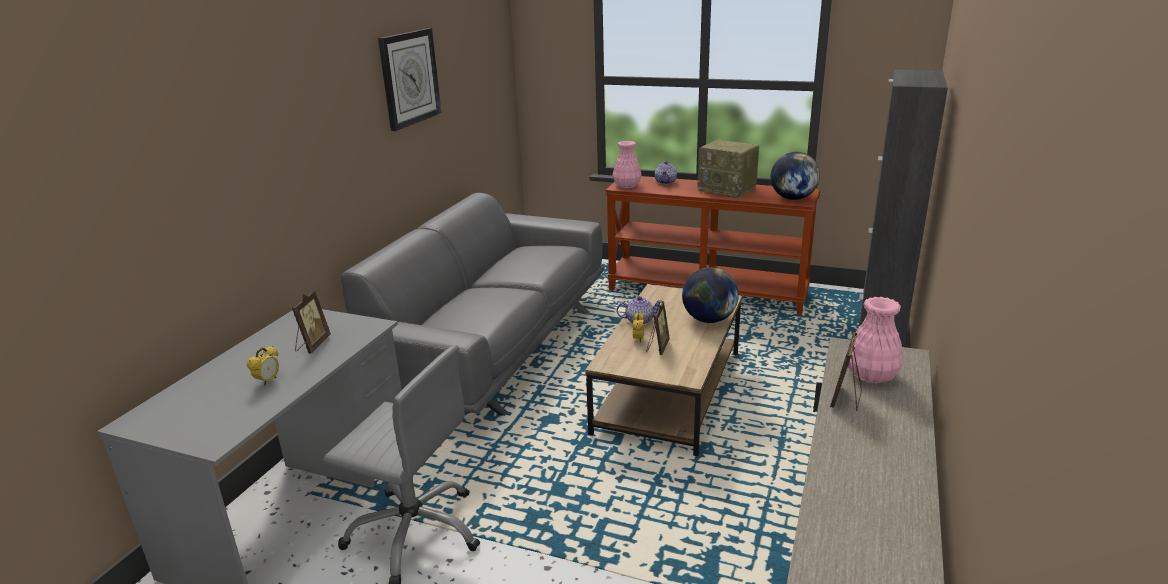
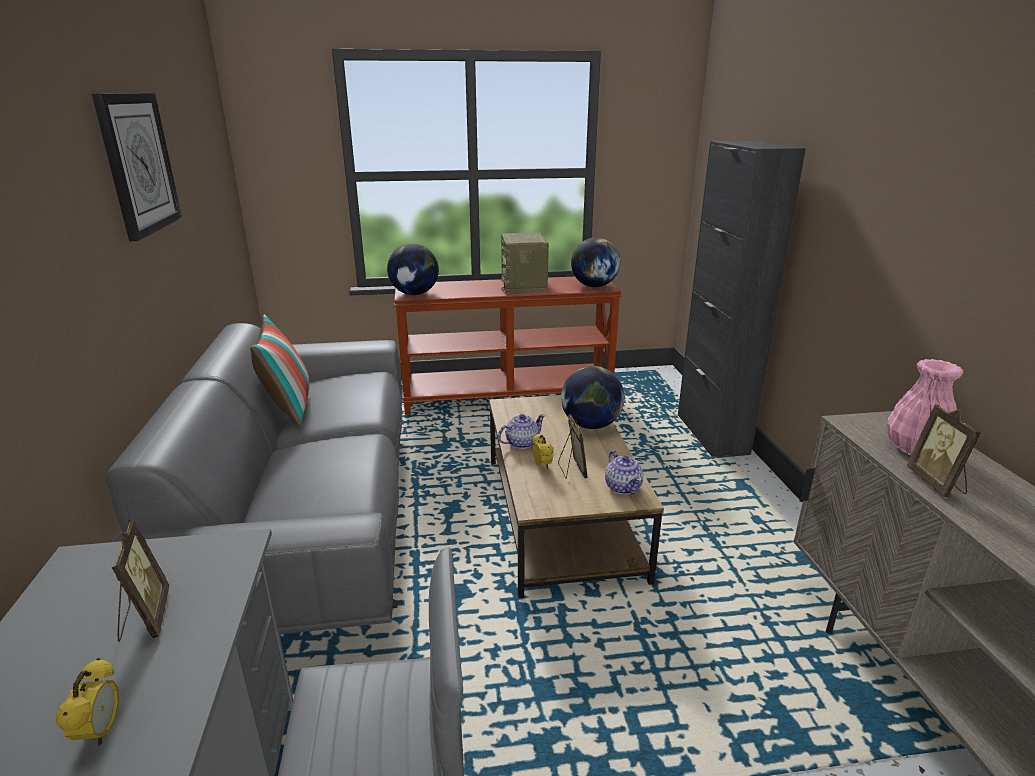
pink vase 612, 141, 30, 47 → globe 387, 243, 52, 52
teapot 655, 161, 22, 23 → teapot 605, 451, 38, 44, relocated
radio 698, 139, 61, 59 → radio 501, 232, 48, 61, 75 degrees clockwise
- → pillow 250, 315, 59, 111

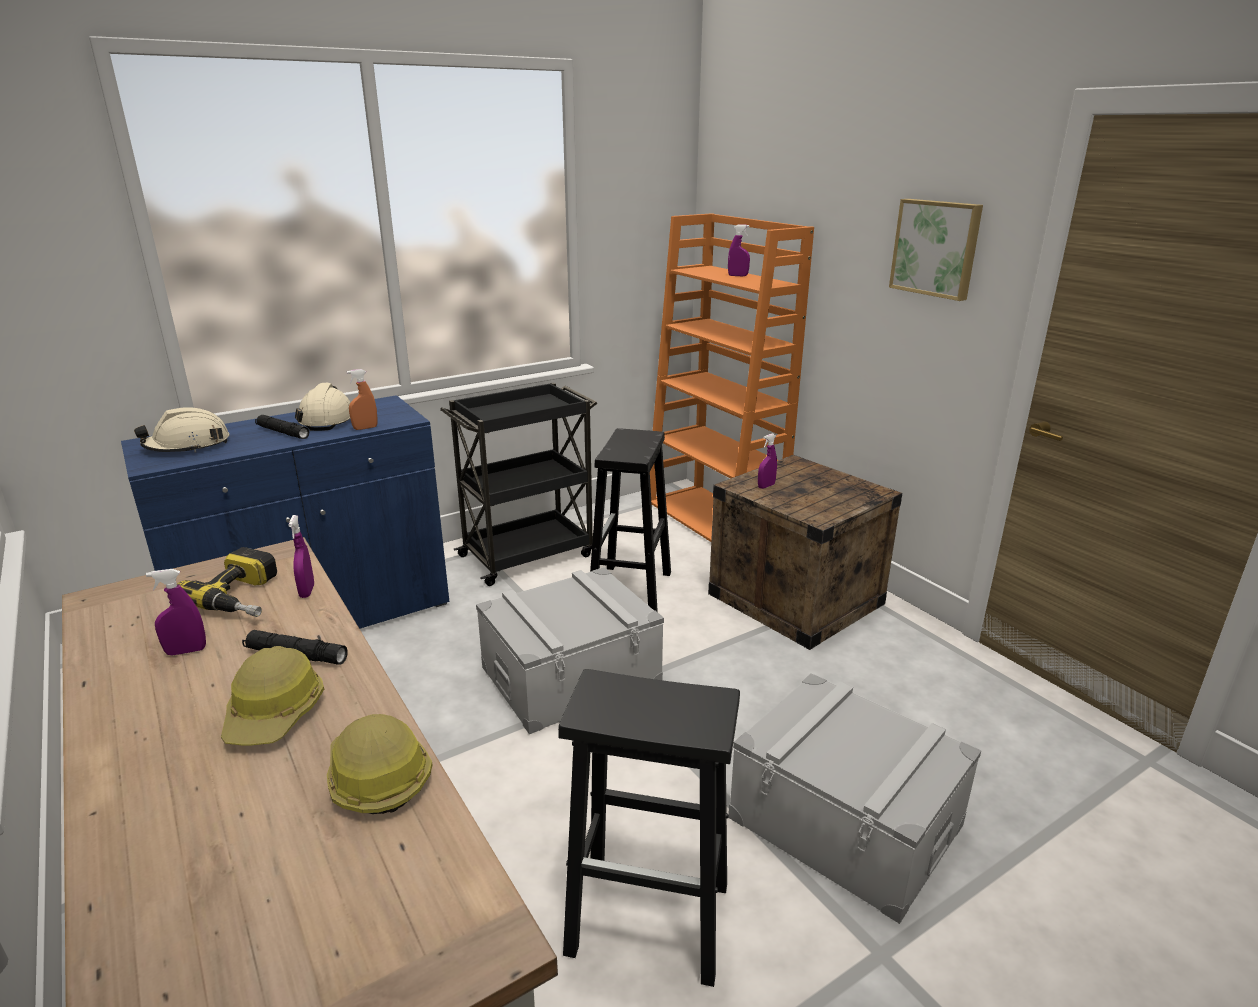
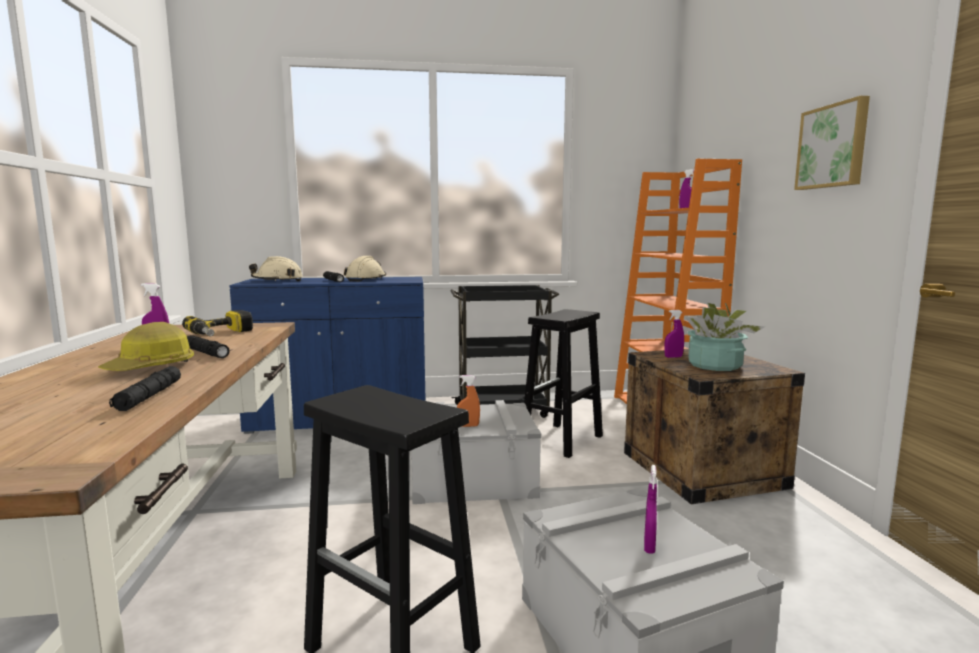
purple spray bottle 288, 515, 26, 83 → purple spray bottle 644, 465, 13, 89, relocated
hard hat 327, 714, 106, 100 → black flashlight 109, 366, 72, 45
orange spray bottle 347, 369, 31, 61 → orange spray bottle 457, 375, 23, 52, relocated
- → potted plant 685, 302, 80, 69

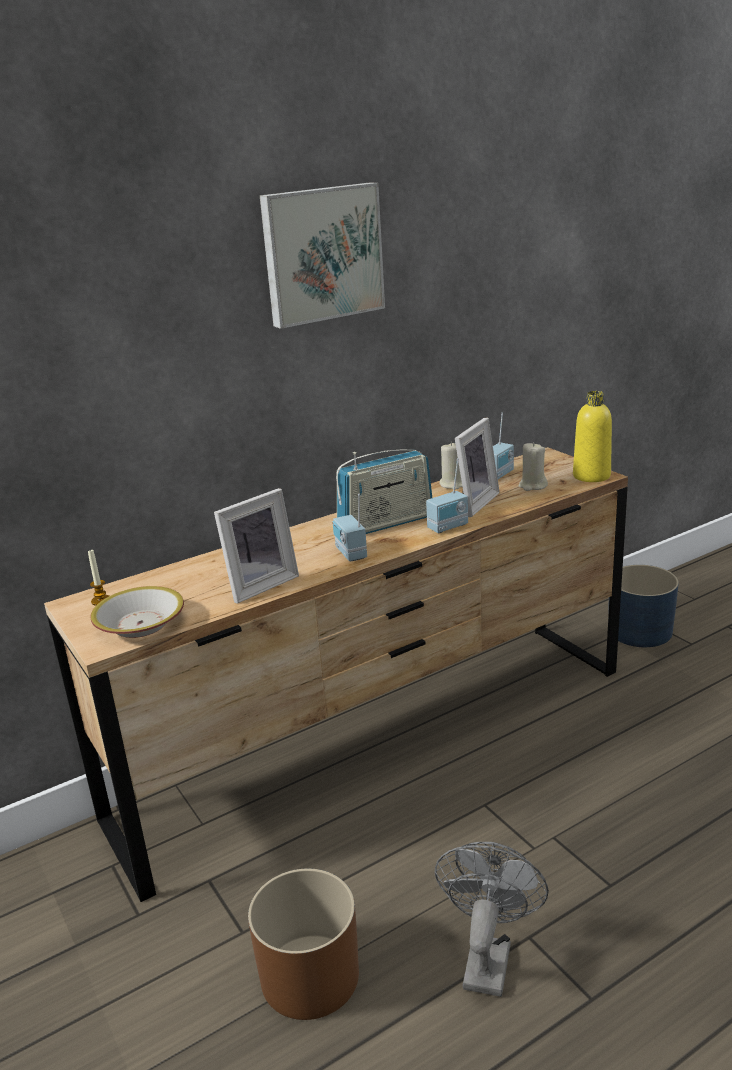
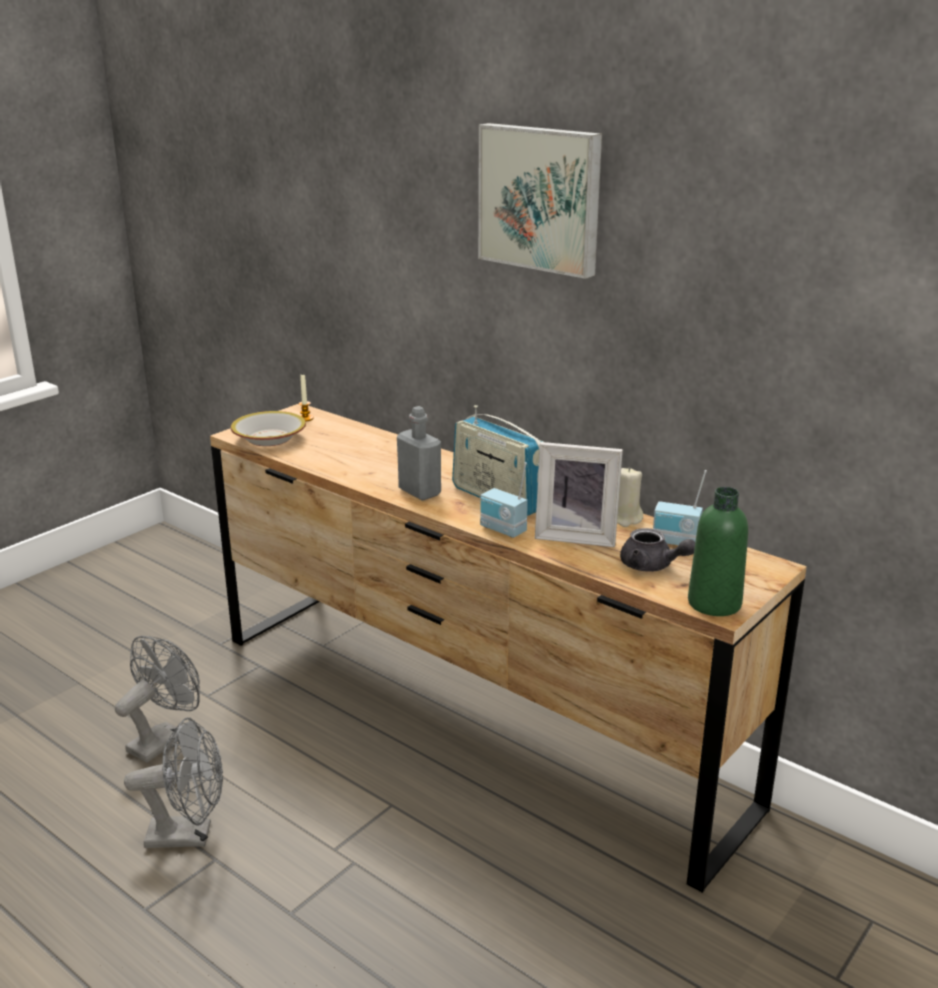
picture frame 214, 488, 85, 116 → -
brown planter 248, 868, 111, 152 → grey fan 115, 636, 85, 126
radio 333, 494, 34, 67 → grey bottle 397, 406, 44, 94
beige candle 519, 442, 29, 49 → grey teapot 620, 528, 75, 44
yellow bottle 573, 391, 39, 91 → green bottle 688, 487, 60, 129
blue planter 608, 565, 71, 82 → -

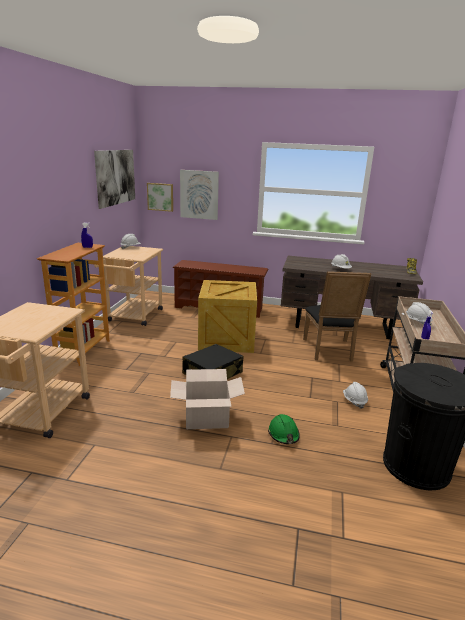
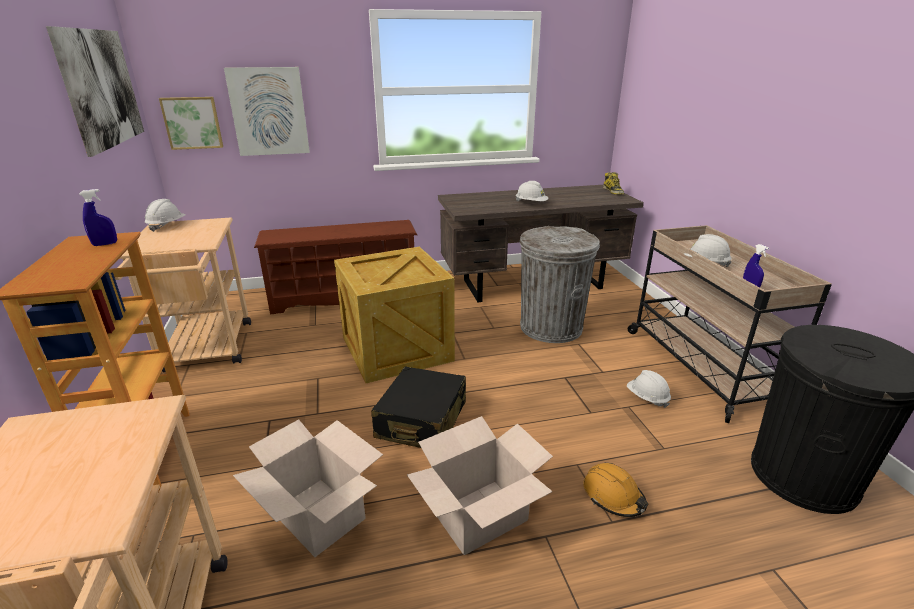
green hard hat 268, 414, 32, 30 → orange hard hat 583, 462, 65, 55
black chair 303, 271, 68, 91 → grey trash can 520, 226, 80, 117
- → cardboard box 233, 419, 150, 138

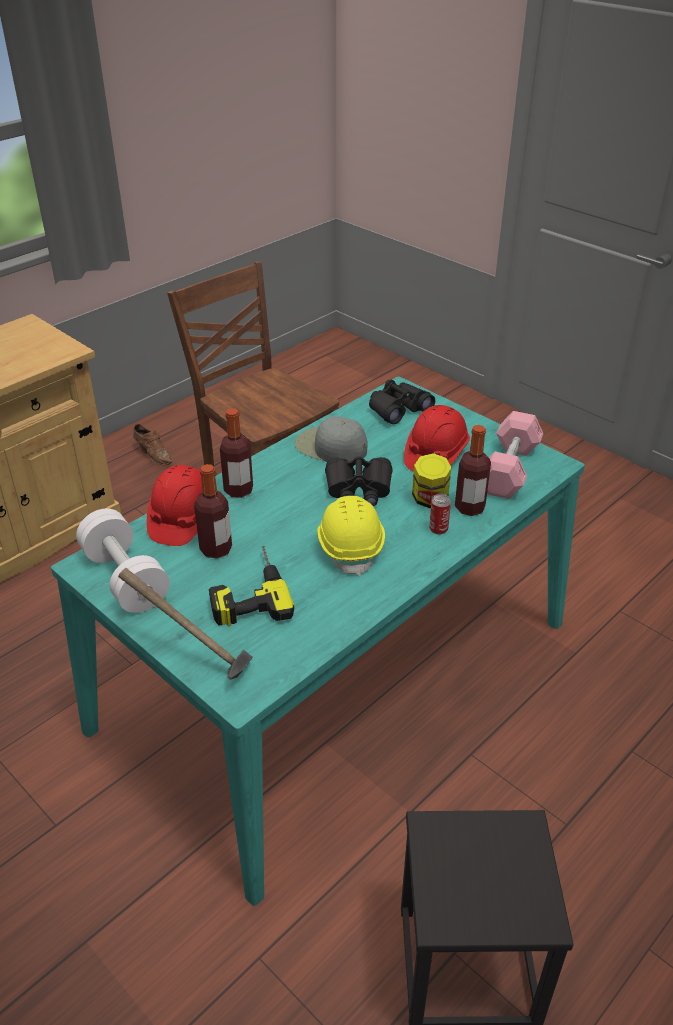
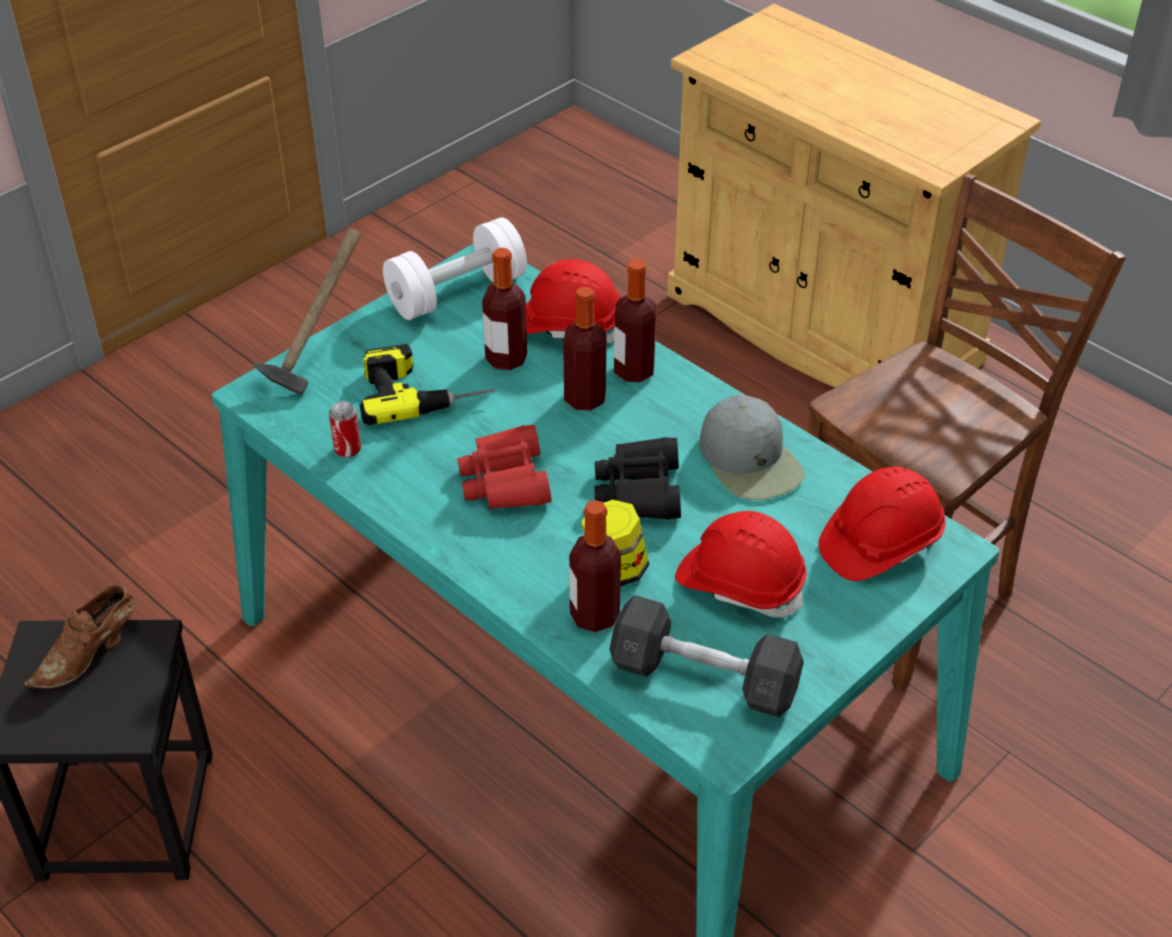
brown shoe 133, 424, 39, 41 → brown shoe 24, 585, 111, 104, relocated
grey cap 295, 416, 72, 46 → grey cap 699, 394, 105, 106, 120 degrees clockwise
yellow hard hat 317, 496, 68, 80 → red binoculars 457, 425, 95, 85
black binoculars 369, 380, 66, 44 → red hard hat 818, 467, 128, 114
can 429, 494, 22, 41 → can 329, 401, 32, 57, relocated
pink dumbbell 487, 411, 56, 88 → grey dumbbell 609, 595, 195, 122
- → bottle 563, 287, 44, 124

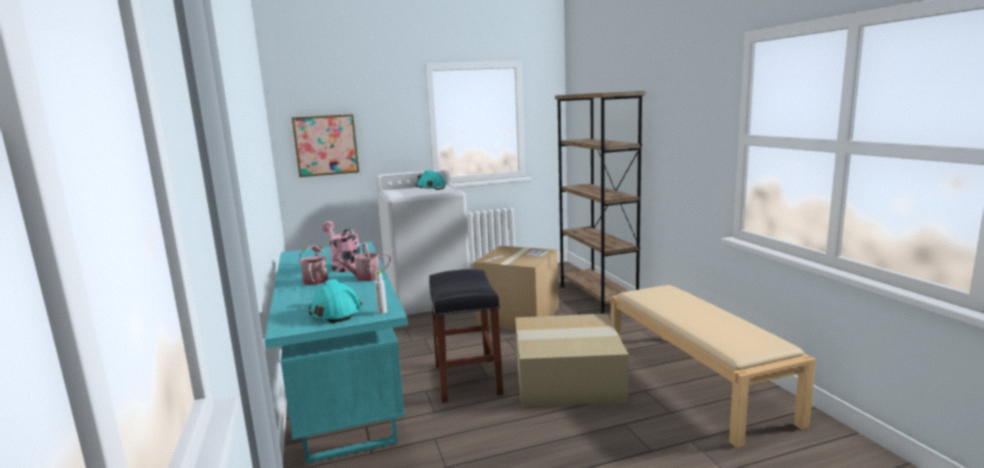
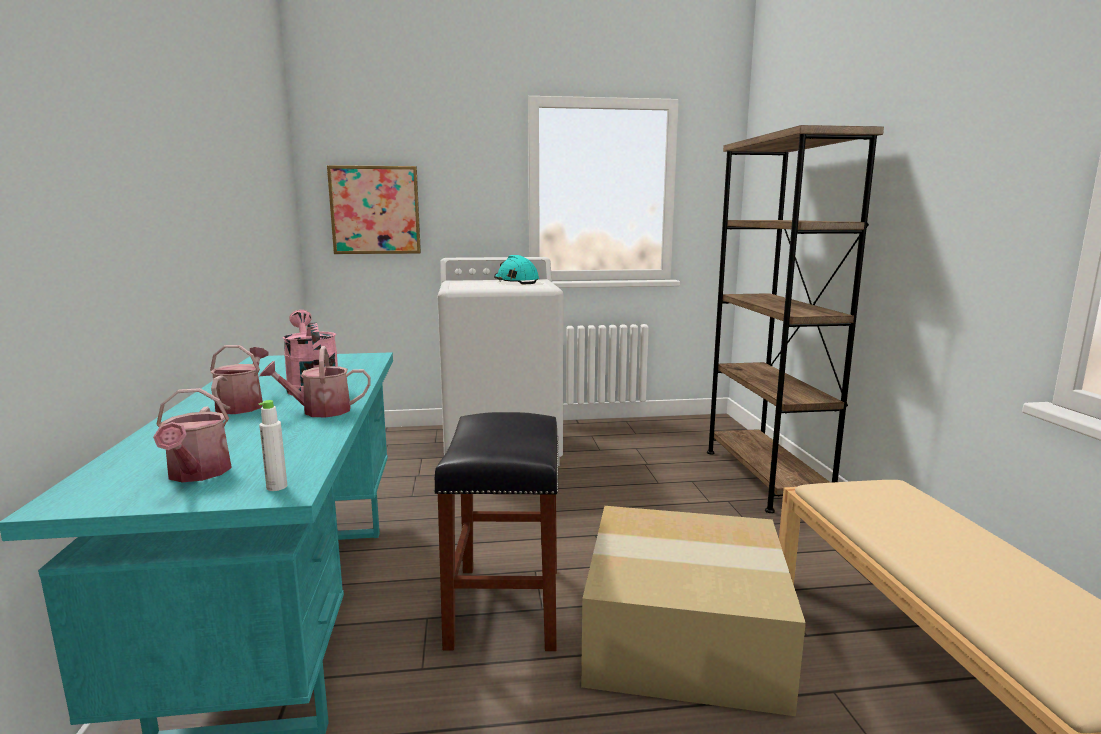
turquoise hard hat 309, 279, 53, 44 → watering can 153, 388, 79, 94
cardboard box 473, 246, 86, 83 → -

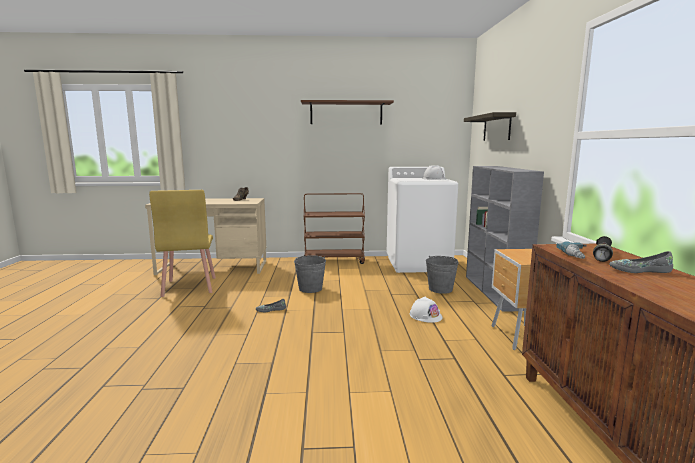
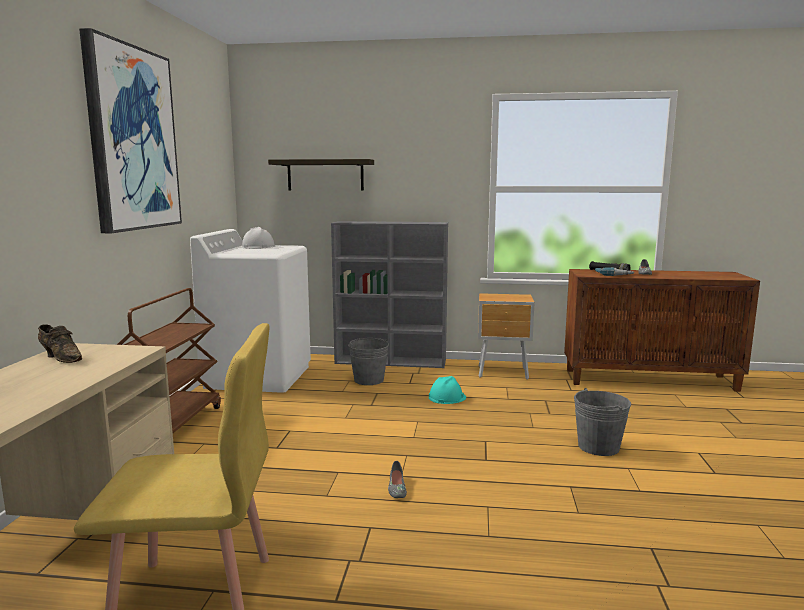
grey bucket 294, 255, 32, 38 → grey bucket 574, 388, 57, 68, relocated
brown shelf 301, 100, 93, 24 → picture 79, 28, 103, 205
white hard hat 410, 297, 32, 26 → turquoise hard hat 429, 376, 37, 28

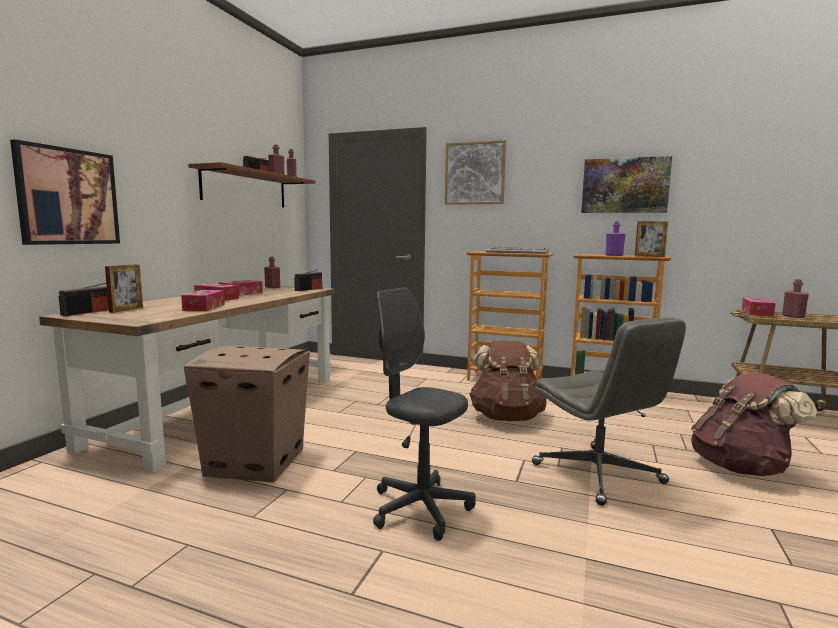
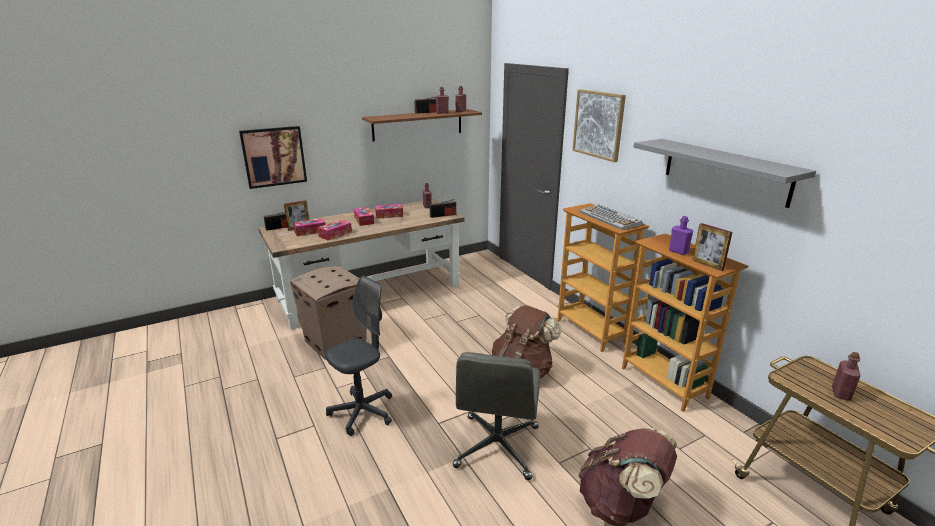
grey office chair 373, 288, 103, 253 → grey office chair 326, 275, 66, 161, 60 degrees clockwise
picture 581, 156, 91, 57 → grey shelf 633, 139, 183, 69
tissue box 742, 297, 34, 20 → tissue box 293, 218, 33, 18, relocated

